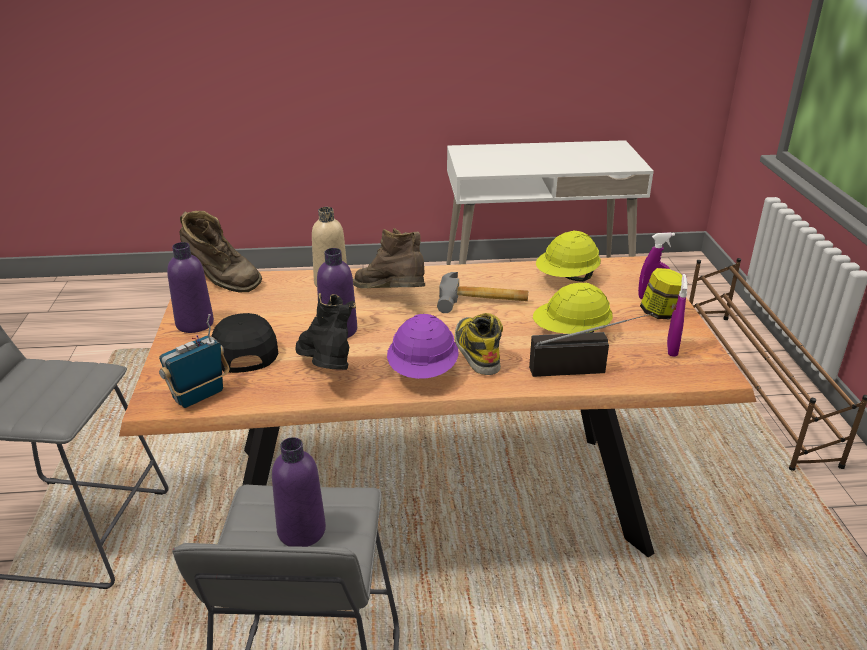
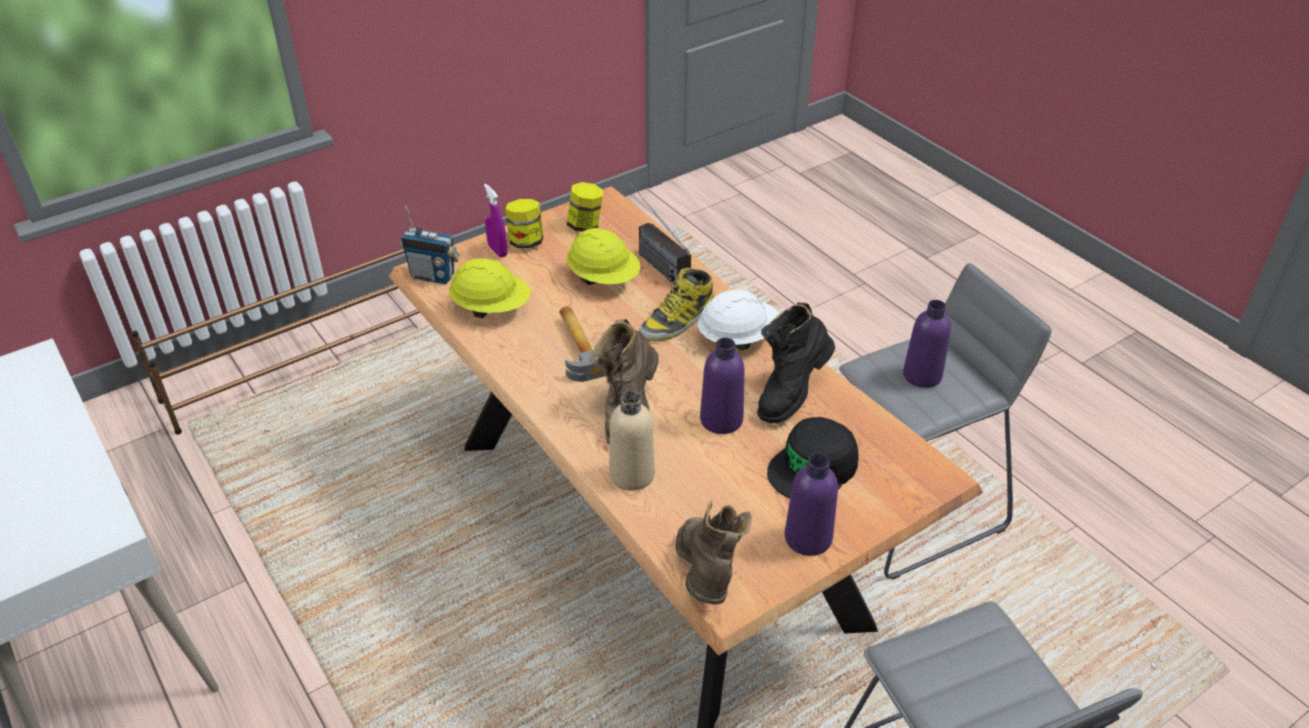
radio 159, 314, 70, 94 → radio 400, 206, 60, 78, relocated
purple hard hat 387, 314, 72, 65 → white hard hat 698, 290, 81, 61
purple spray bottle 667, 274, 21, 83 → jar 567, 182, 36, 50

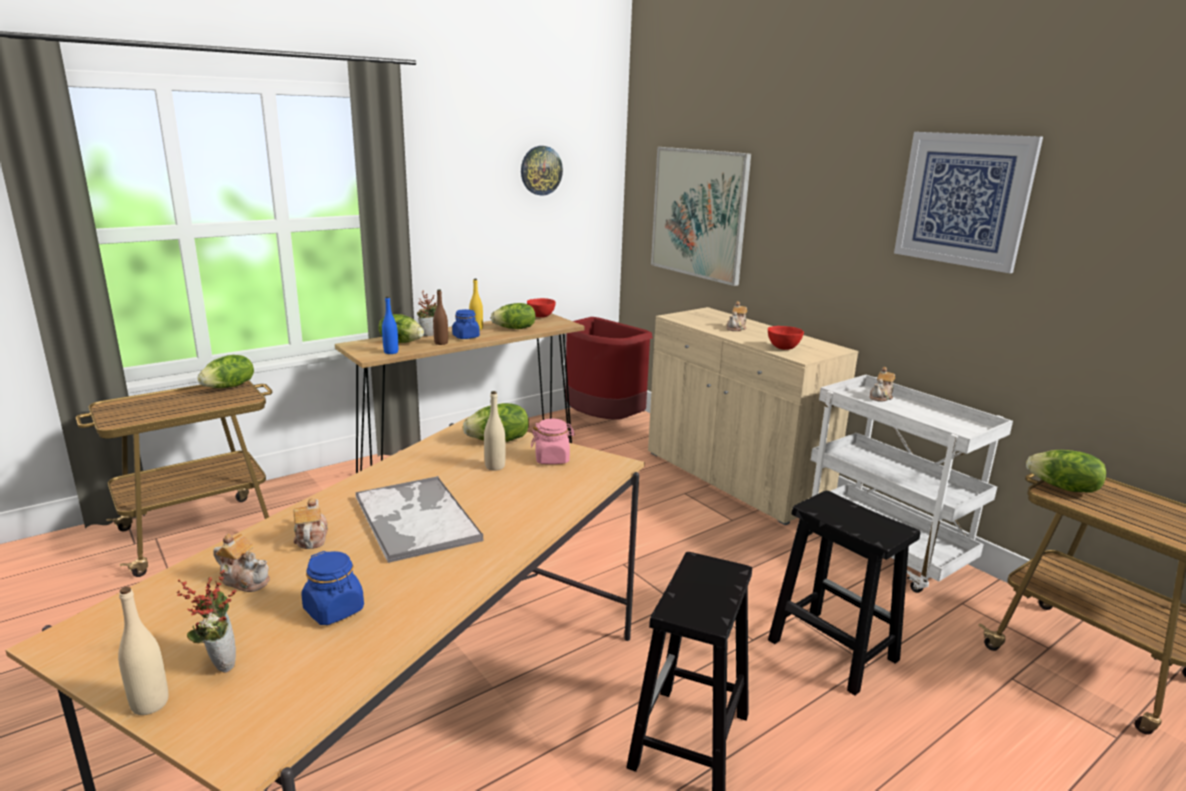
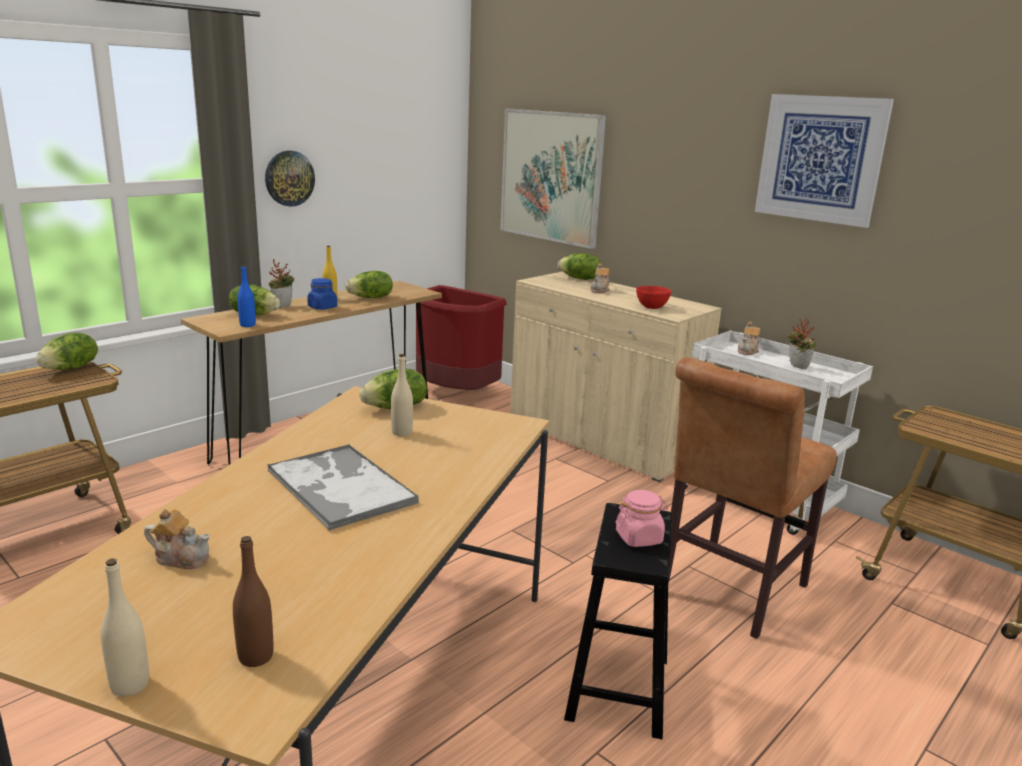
potted plant 176, 570, 61, 103 → potted plant 788, 318, 28, 51, relocated
teapot 294, 498, 34, 51 → -
blue jar 301, 551, 63, 74 → -
brown bottle 433, 289, 15, 56 → brown bottle 233, 536, 41, 131, relocated
wall clock 521, 146, 42, 50 → wall clock 265, 151, 50, 56, relocated
red bowl 527, 298, 29, 20 → -
pink jar 531, 419, 44, 45 → pink jar 616, 490, 52, 57, relocated
black stool 768, 490, 153, 205 → brown chair 668, 357, 169, 282
lettuce 1026, 450, 80, 43 → lettuce 558, 253, 43, 27, relocated

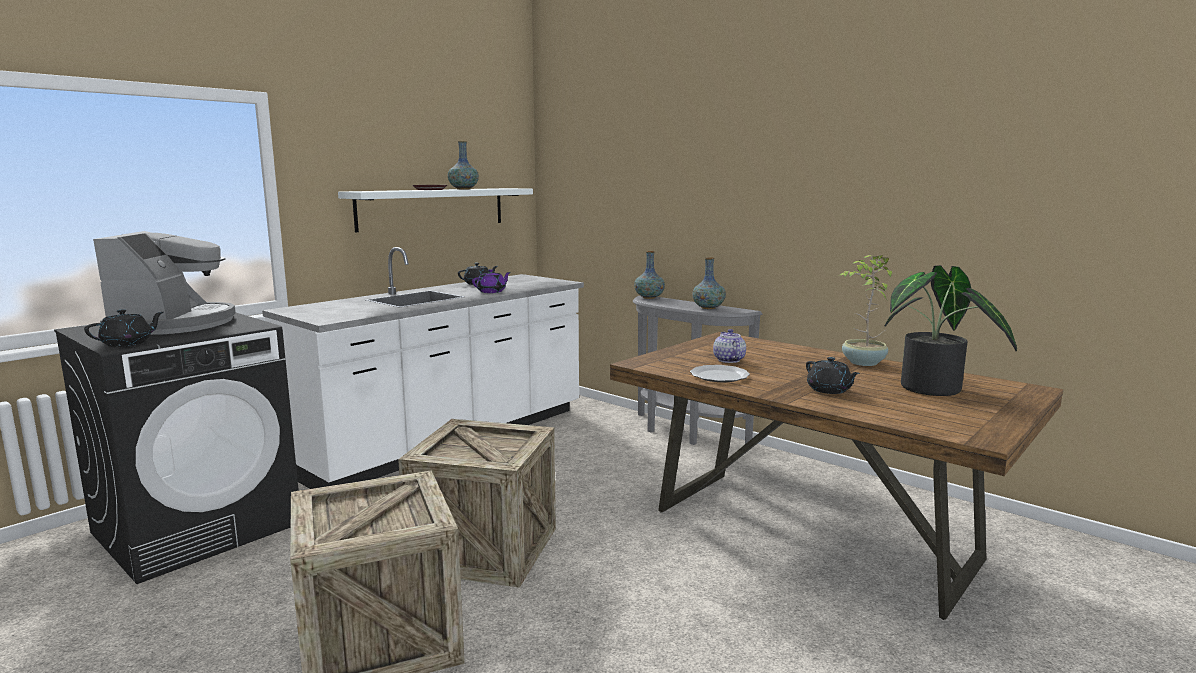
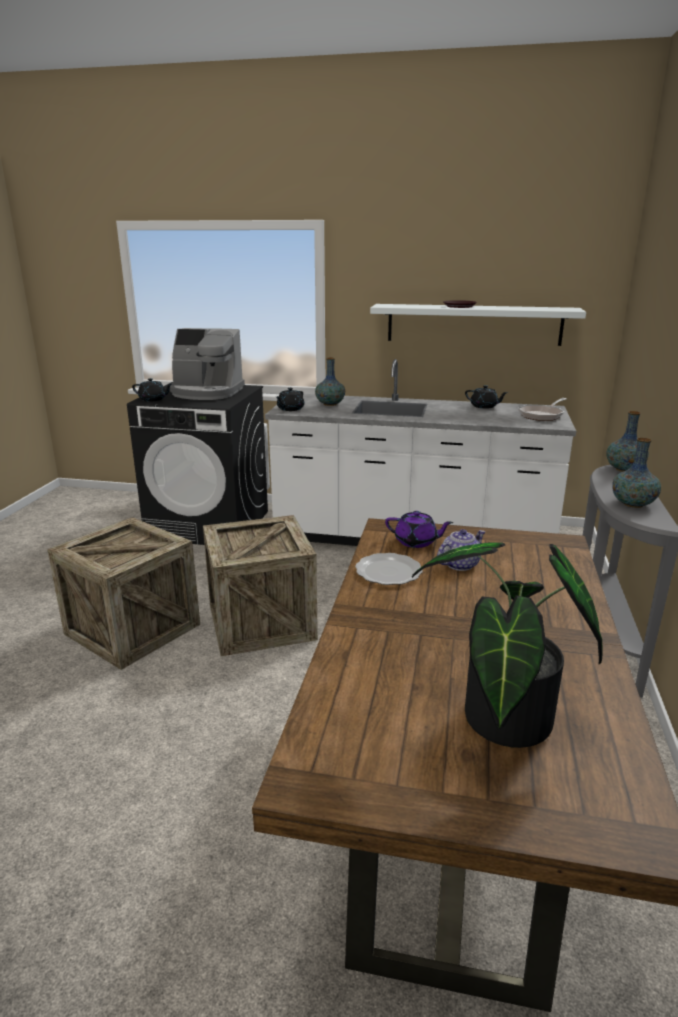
coffee machine 93, 231, 143, 104 → coffee machine 170, 328, 75, 72, 45 degrees clockwise
vase 448, 141, 31, 49 → vase 315, 357, 30, 49, relocated
purple teapot 472, 269, 39, 24 → purple teapot 385, 511, 68, 37, relocated
black teapot 806, 357, 54, 37 → black teapot 277, 388, 27, 23, relocated
potted plant 840, 255, 52, 111 → -
- → frying pan 518, 398, 48, 23

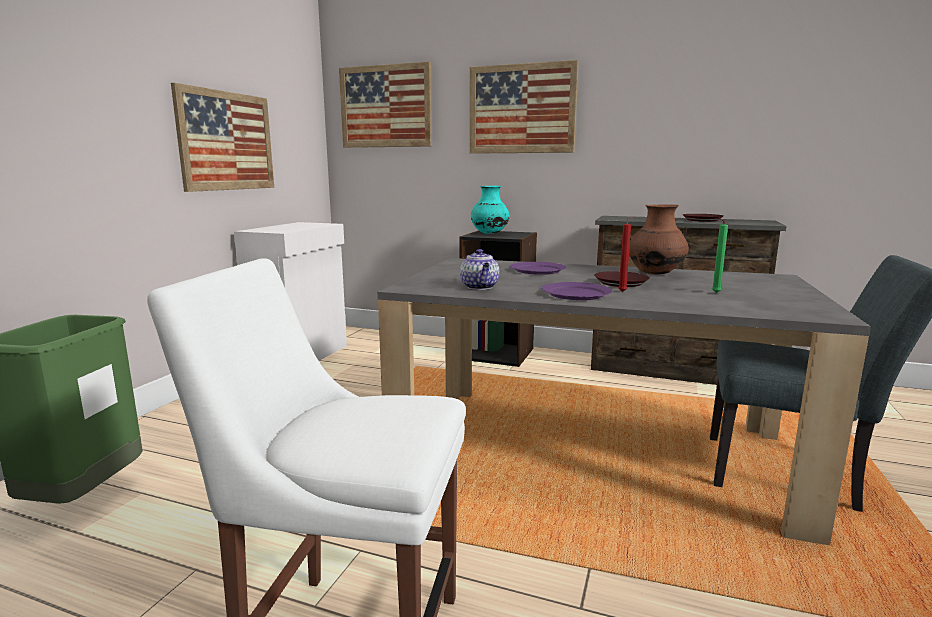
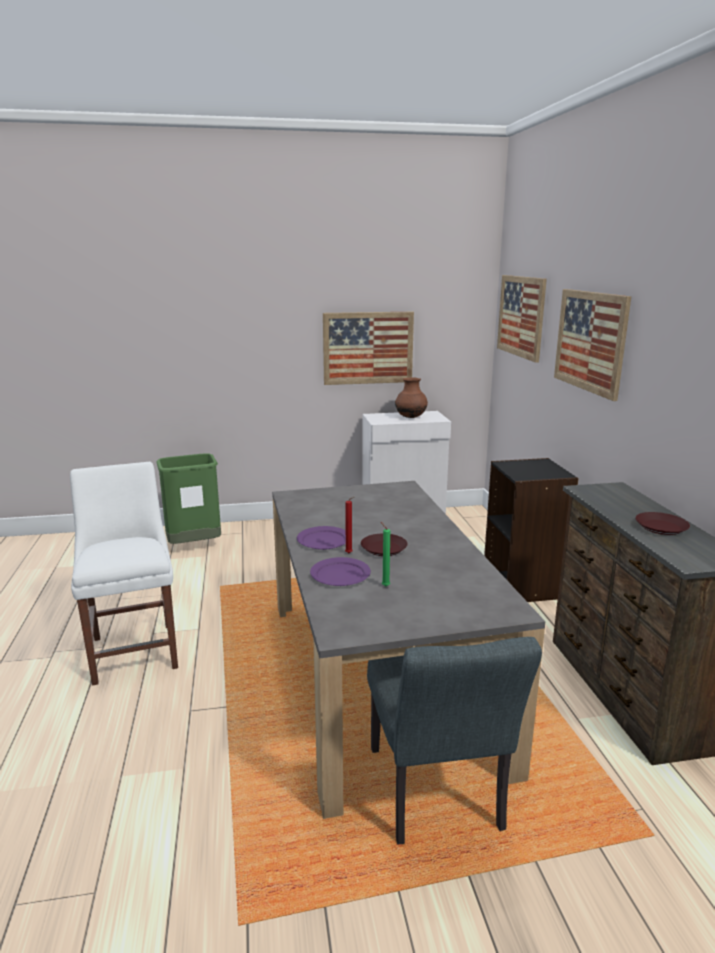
teapot 460, 249, 40, 41 → -
turquoise vase 471, 186, 38, 48 → -
purple plate 510, 262, 57, 13 → purple plate 310, 557, 61, 29, relocated
brown vase 629, 205, 60, 70 → brown vase 395, 377, 33, 41, relocated

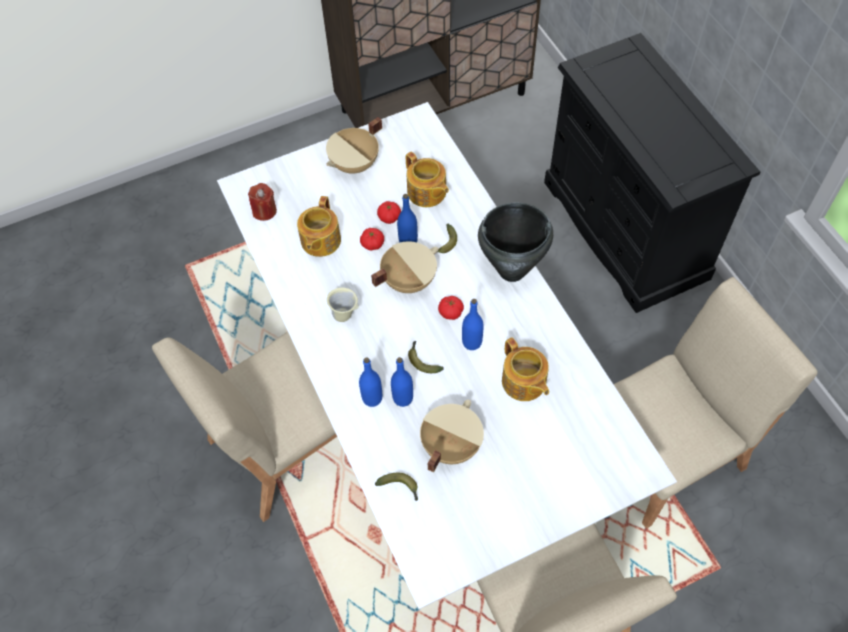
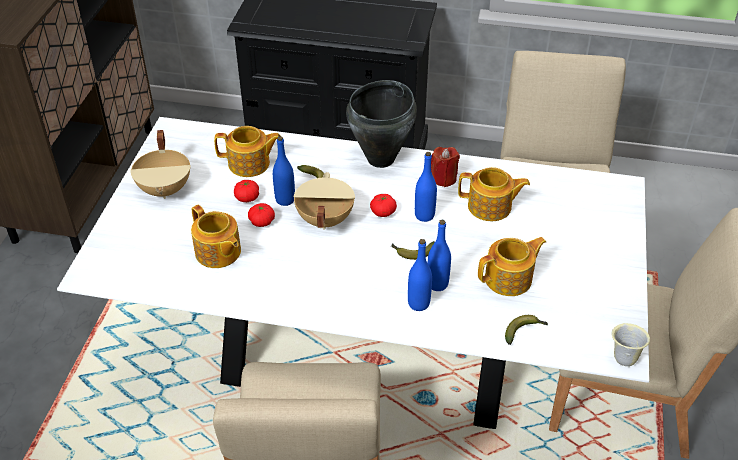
red candle 248, 183, 29, 38 → red candle 431, 147, 29, 40, relocated
beige mug 327, 287, 32, 35 → beige mug 611, 323, 39, 43, relocated
beige cooking pot 420, 400, 64, 73 → teapot 478, 237, 68, 59

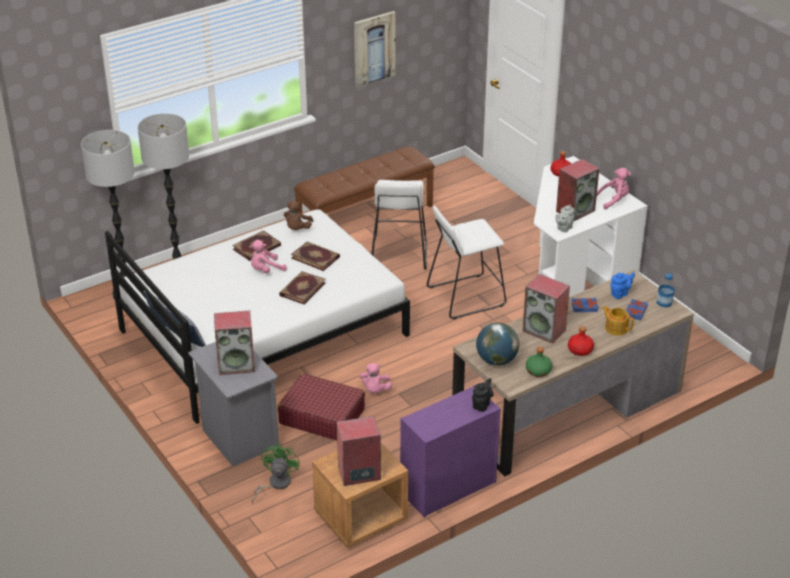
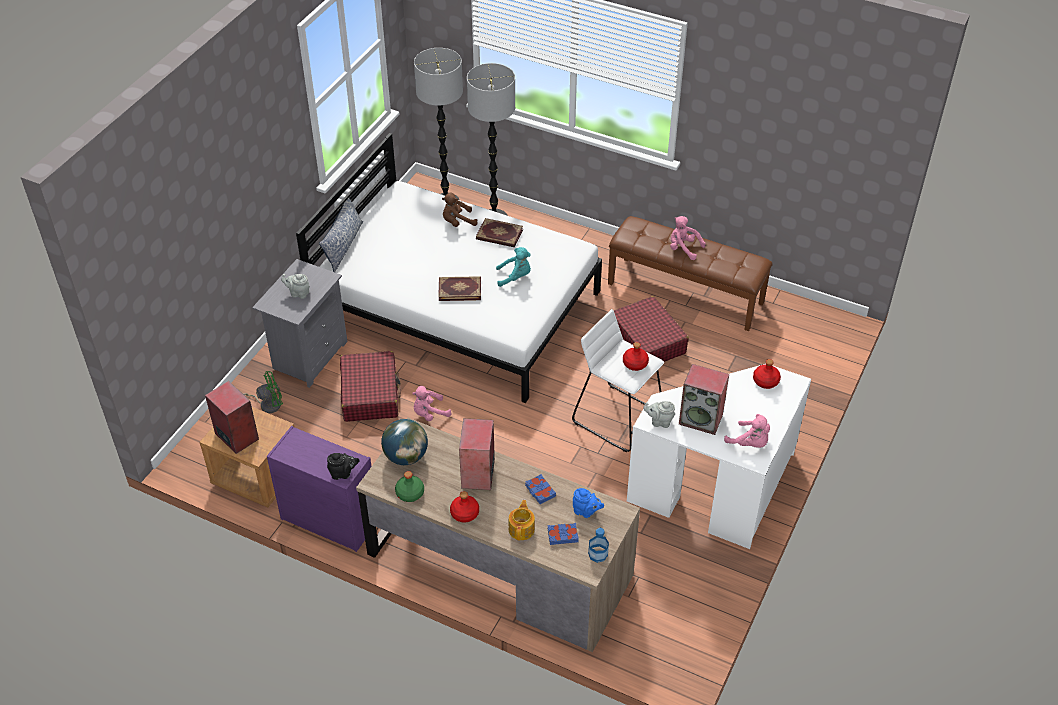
speaker 214, 310, 41, 65 → grey teapot 281, 274, 29, 25
pink plush toy 250, 240, 37, 34 → pink plush toy 670, 216, 36, 44, relocated
brown plush toy 283, 201, 30, 29 → brown plush toy 442, 193, 36, 34, relocated
book 291, 241, 49, 30 → turquoise plush toy 496, 247, 35, 40
picture 354, 11, 42, 76 → -
white stool 372, 180, 55, 90 → red suitcase 614, 296, 75, 66
- → red bottle 623, 342, 26, 29

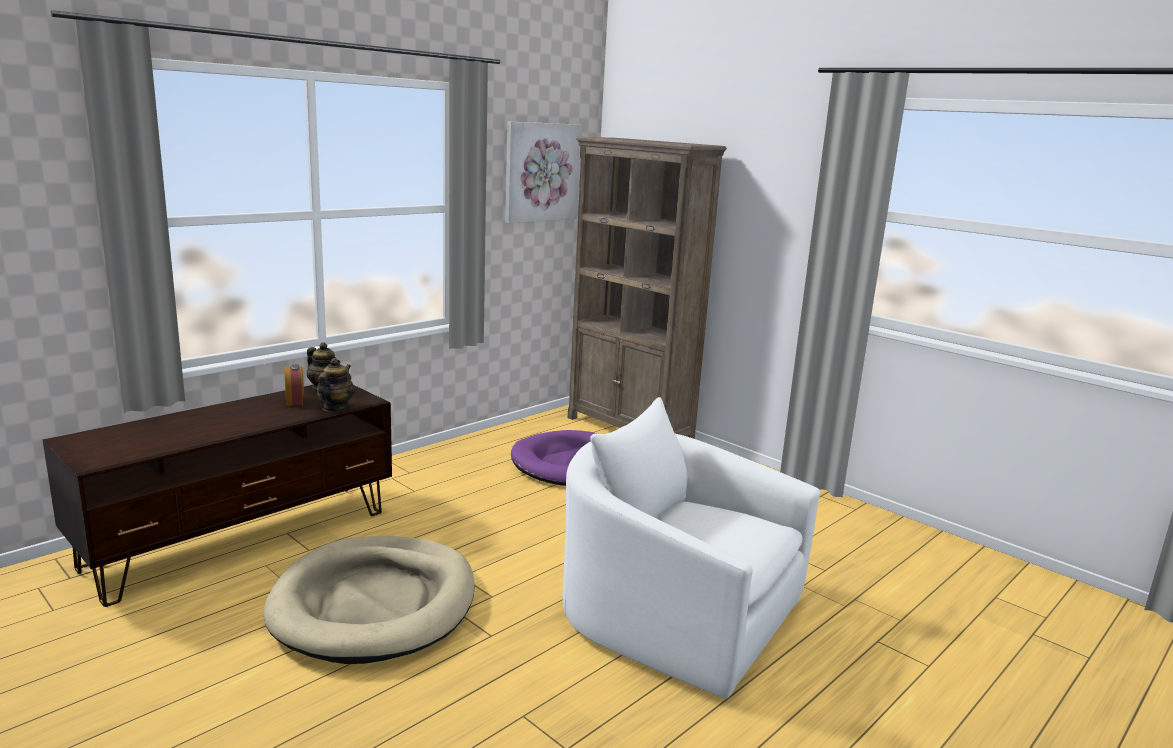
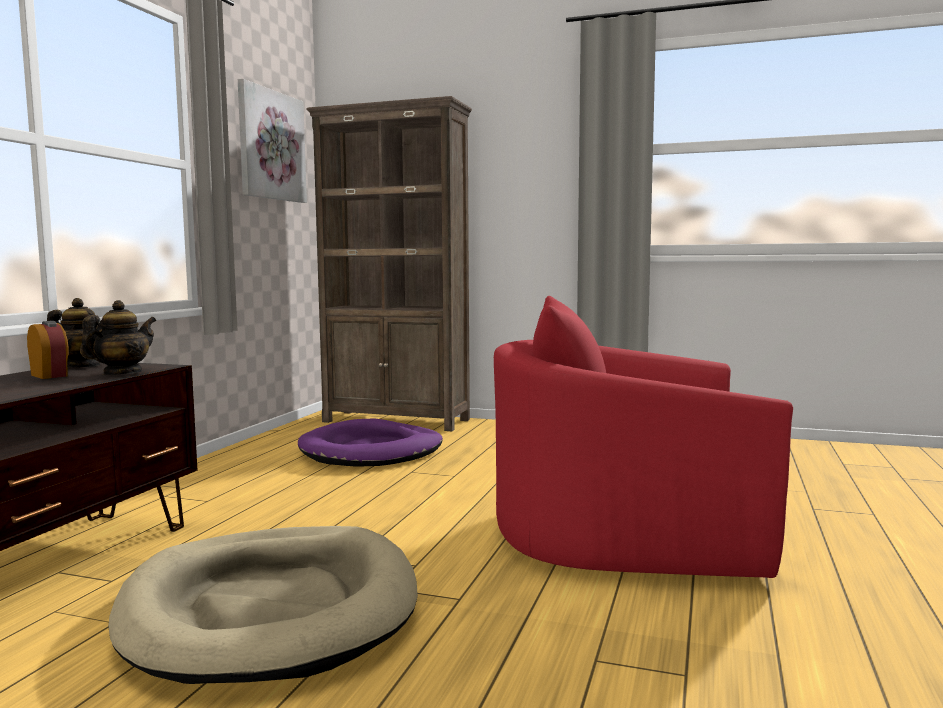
teapot 317, 358, 38, 53 → teapot 80, 300, 76, 75, 45 degrees clockwise
white armchair 562, 397, 258, 302 → red armchair 494, 296, 299, 282

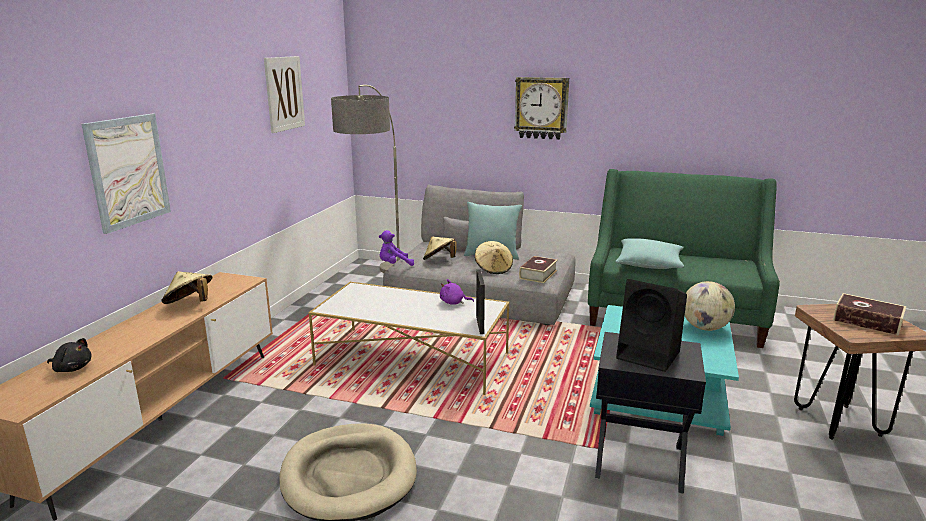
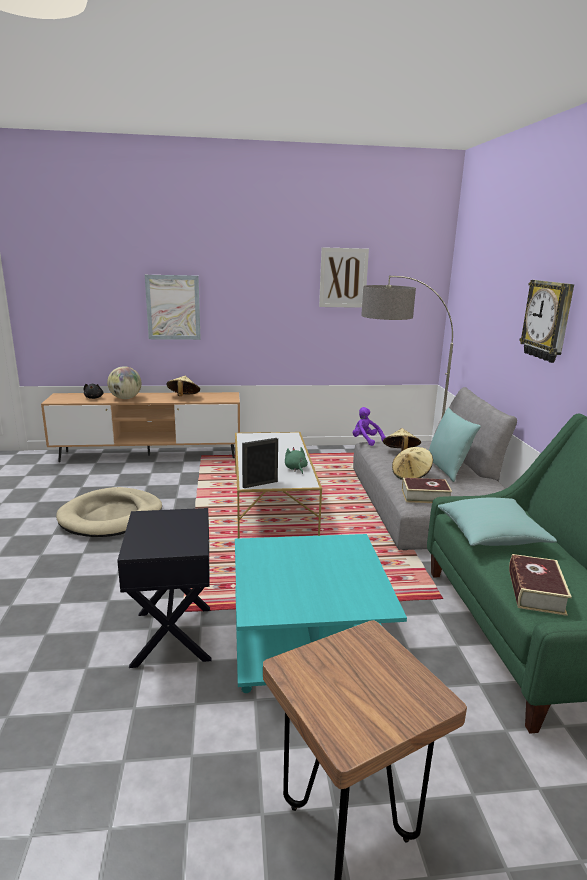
purple plush toy 440, 279, 34, 26 → green plush toy 285, 447, 23, 27
black speaker 616, 279, 71, 93 → -
globe 685, 281, 50, 50 → globe 107, 366, 35, 33, relocated
book 833, 293, 73, 43 → book 509, 554, 63, 62, relocated

